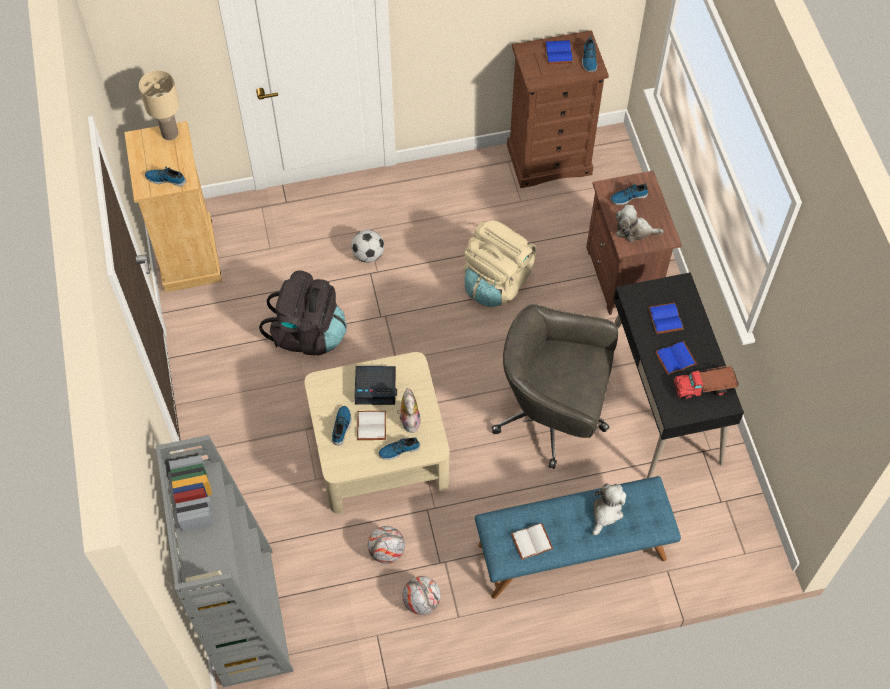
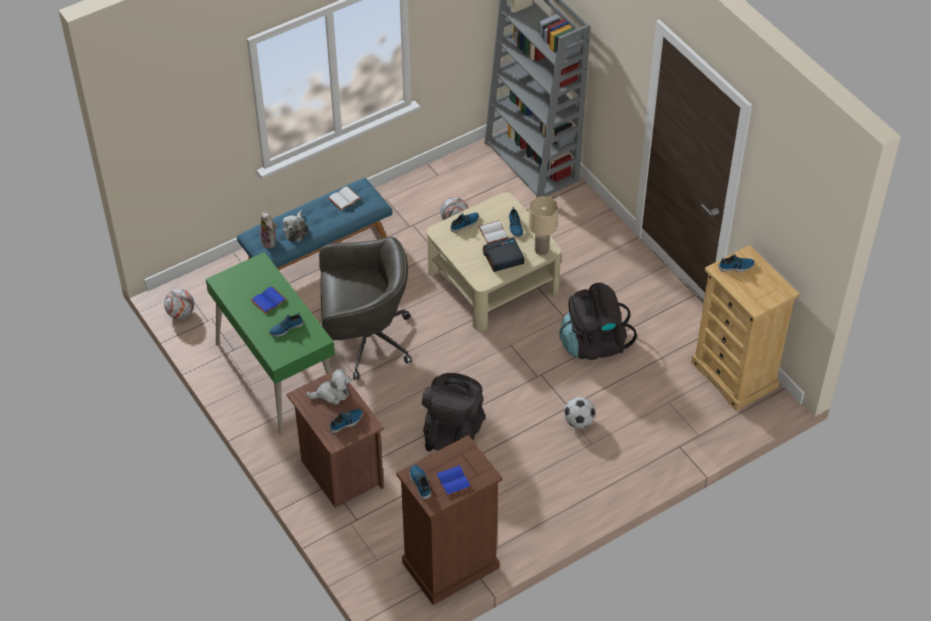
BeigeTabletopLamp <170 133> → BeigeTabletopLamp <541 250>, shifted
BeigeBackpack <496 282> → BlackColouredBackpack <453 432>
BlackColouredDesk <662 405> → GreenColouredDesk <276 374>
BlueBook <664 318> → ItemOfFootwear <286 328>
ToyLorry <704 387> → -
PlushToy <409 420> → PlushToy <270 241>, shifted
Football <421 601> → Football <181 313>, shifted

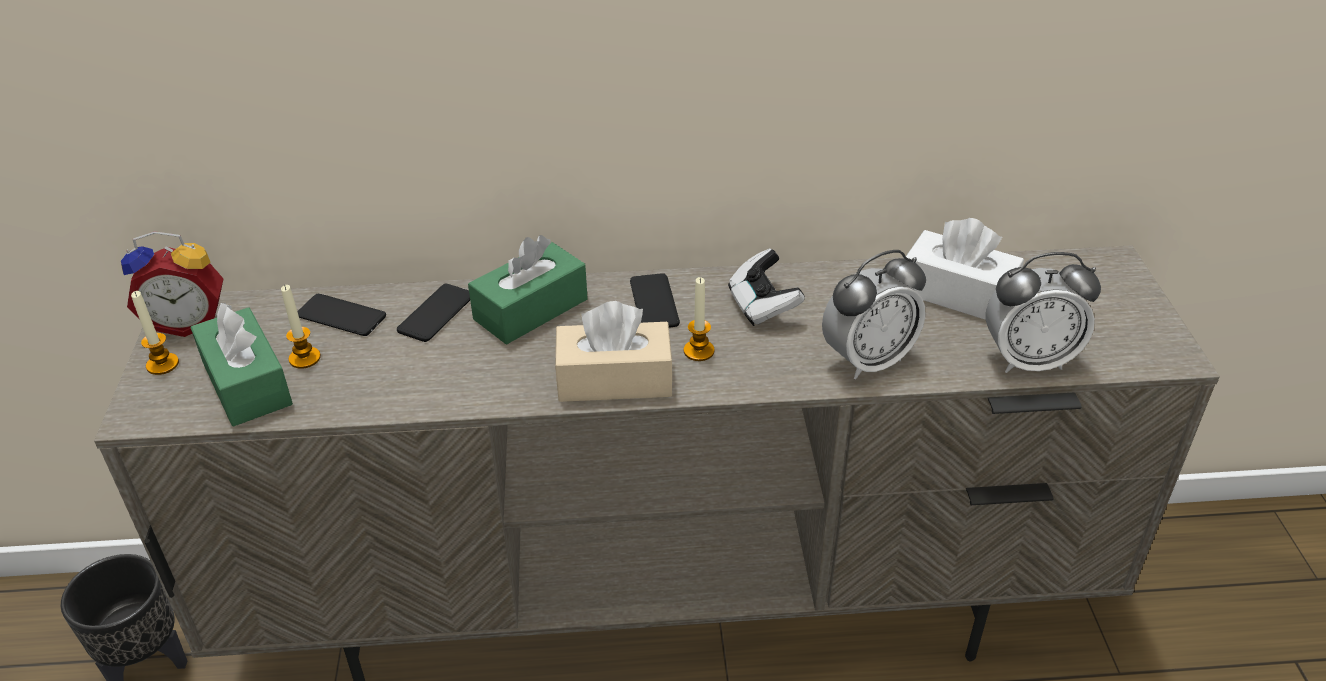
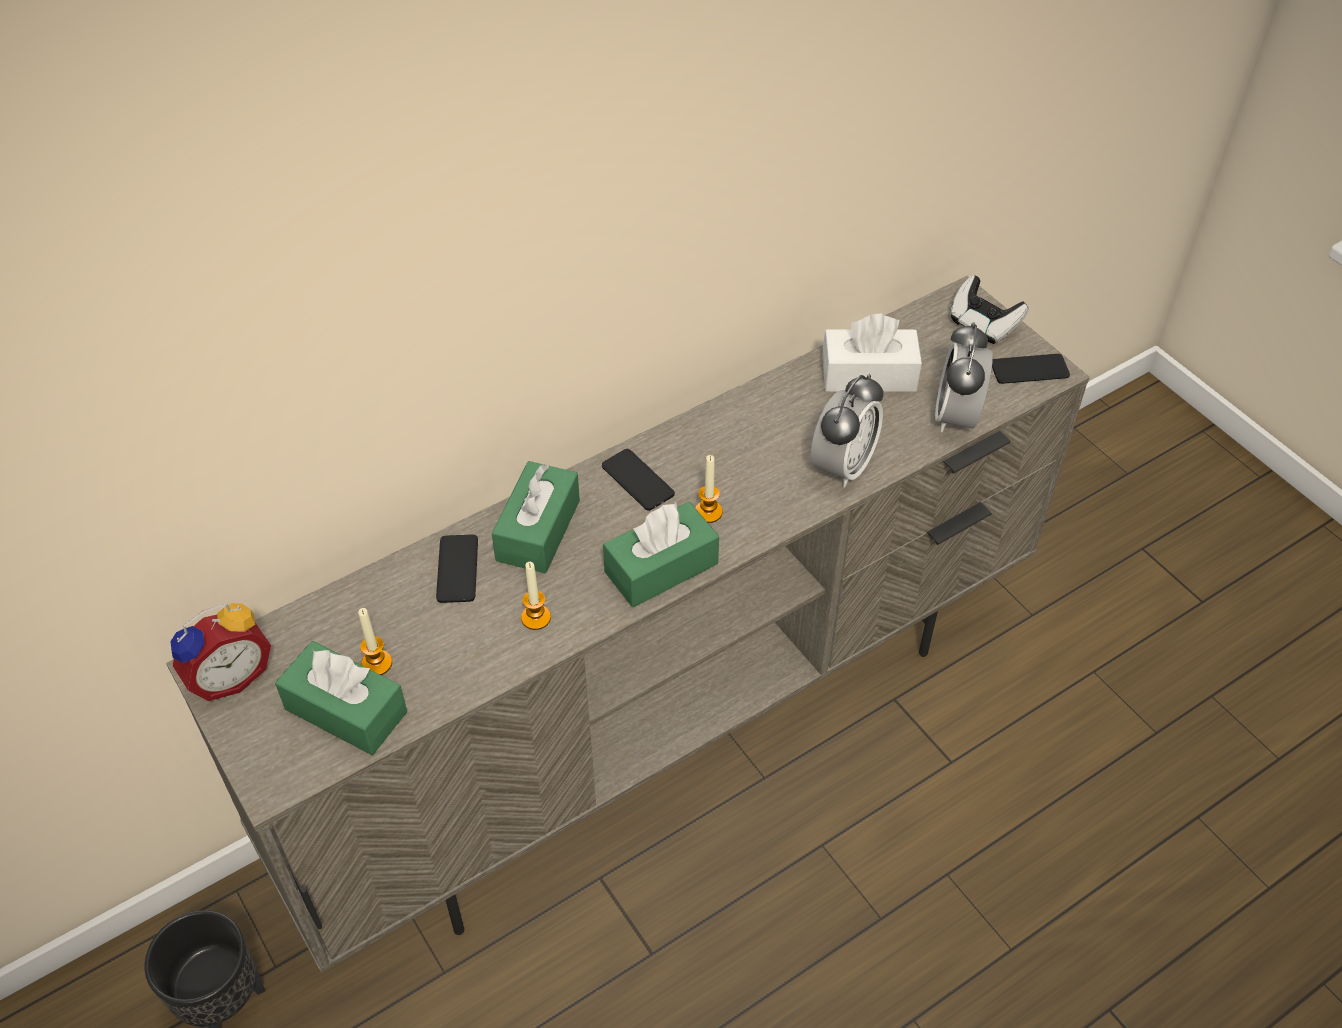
Joypad <762 306> → Joypad <983 324>, shifted
TableClock <1028 360> → TableClock <956 417>, 135 degrees clockwise
WaxCandle <162 364> → WaxCandle <536 618>, shifted
Telephone <341 316> → Telephone <1029 370>, shifted
BeigeTissueHolder <614 379> → GreenColouredTissueHolder <661 568>

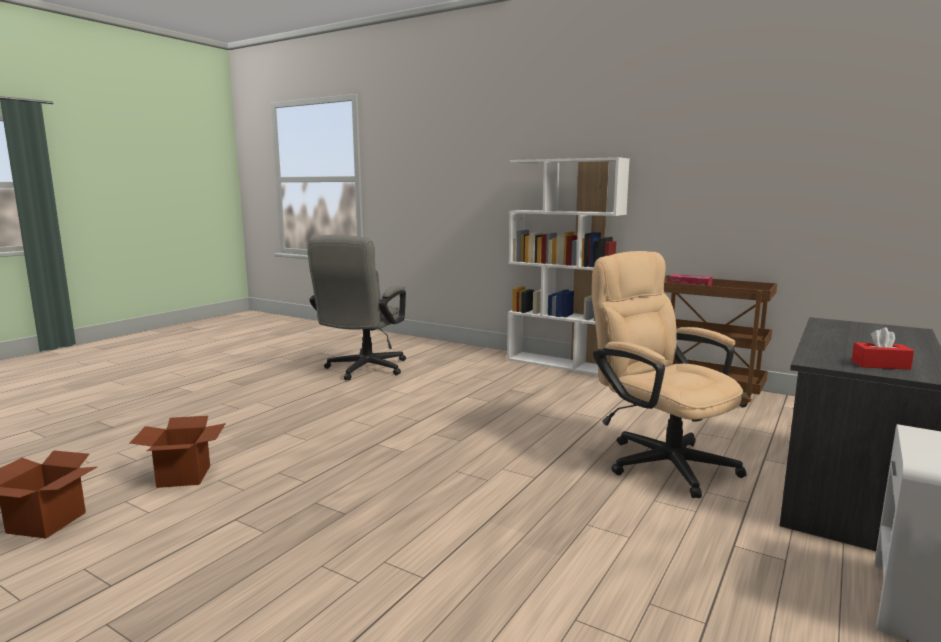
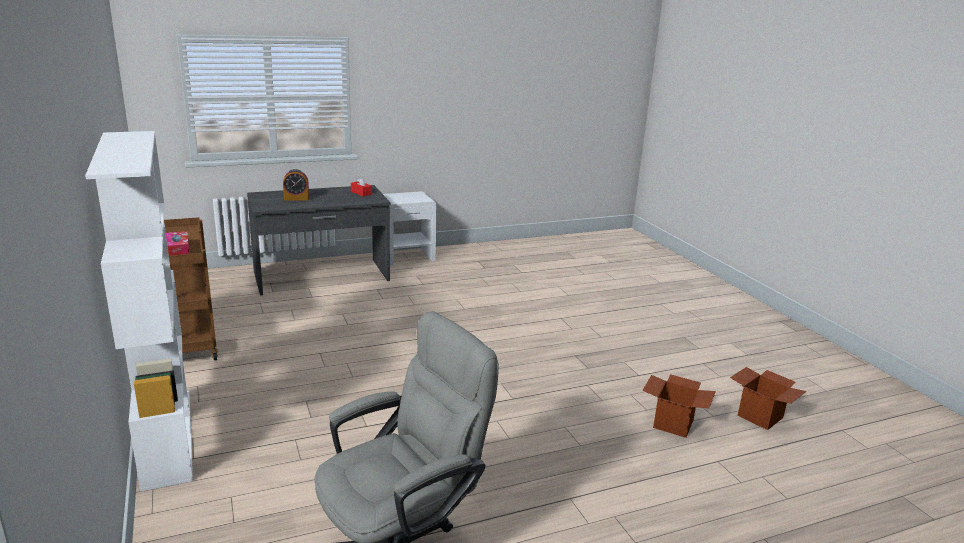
BeigeDeskChair <660 460> → -
- → TableClock <296 199>

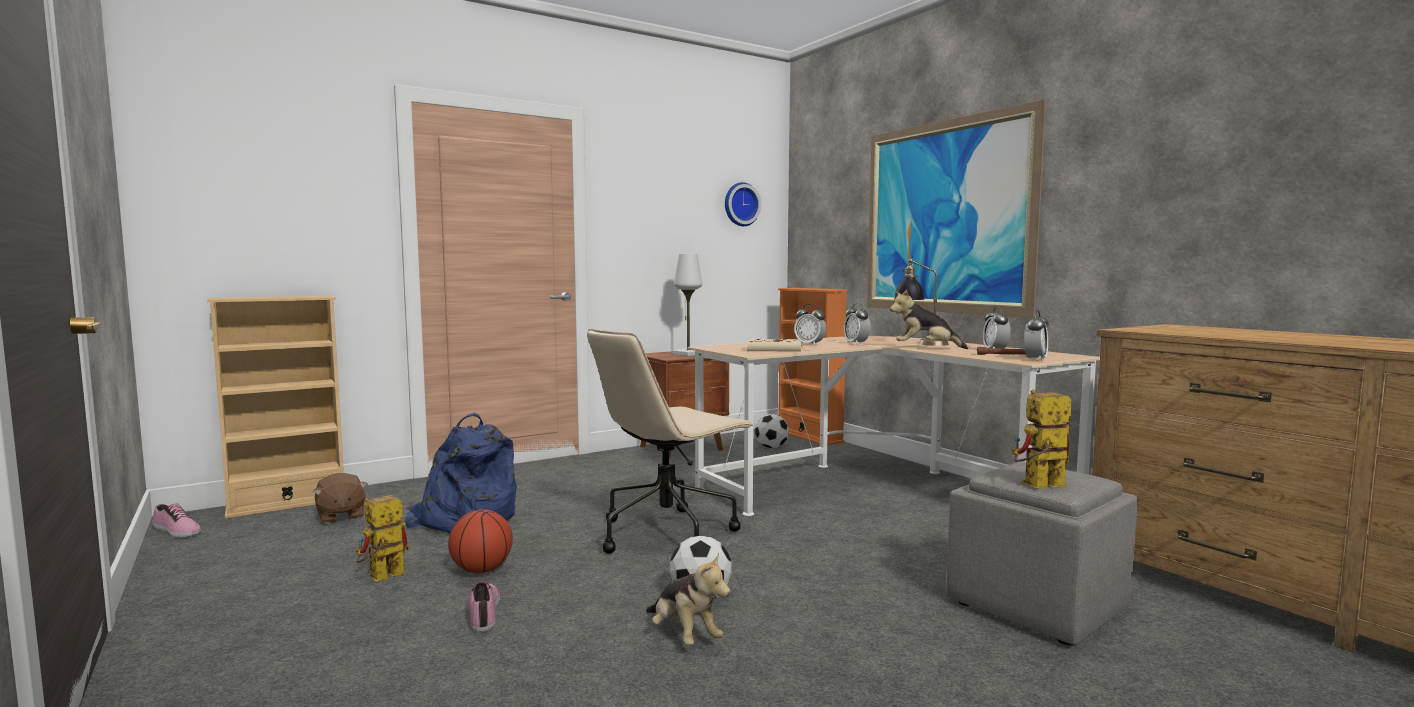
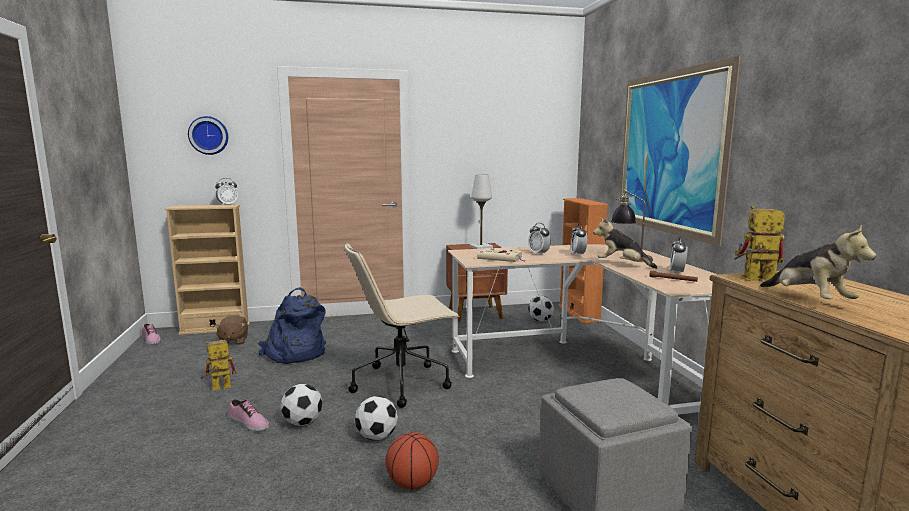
HangingClock <740 204> → HangingClock <209 135>, shifted
TableClock <1035 359> → TableClock <227 205>, shifted
RobotFigure <1038 486> → RobotFigure <752 279>, shifted
BasketballBall <482 570> → BasketballBall <412 484>, shifted
PlushToy <684 635> → PlushToy <808 300>, shifted
ItemOfFootwear <485 612> → ItemOfFootwear <248 422>, 120 degrees clockwise
- → Football <302 422>

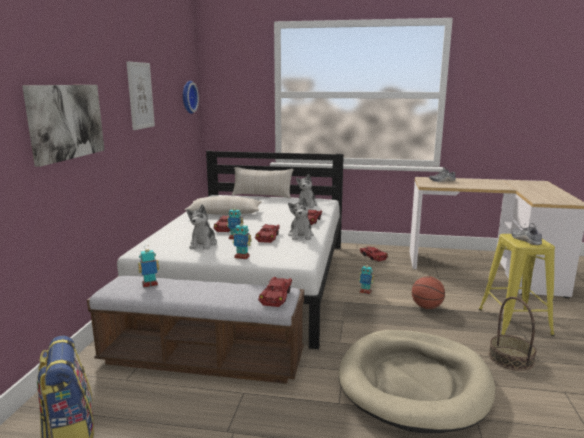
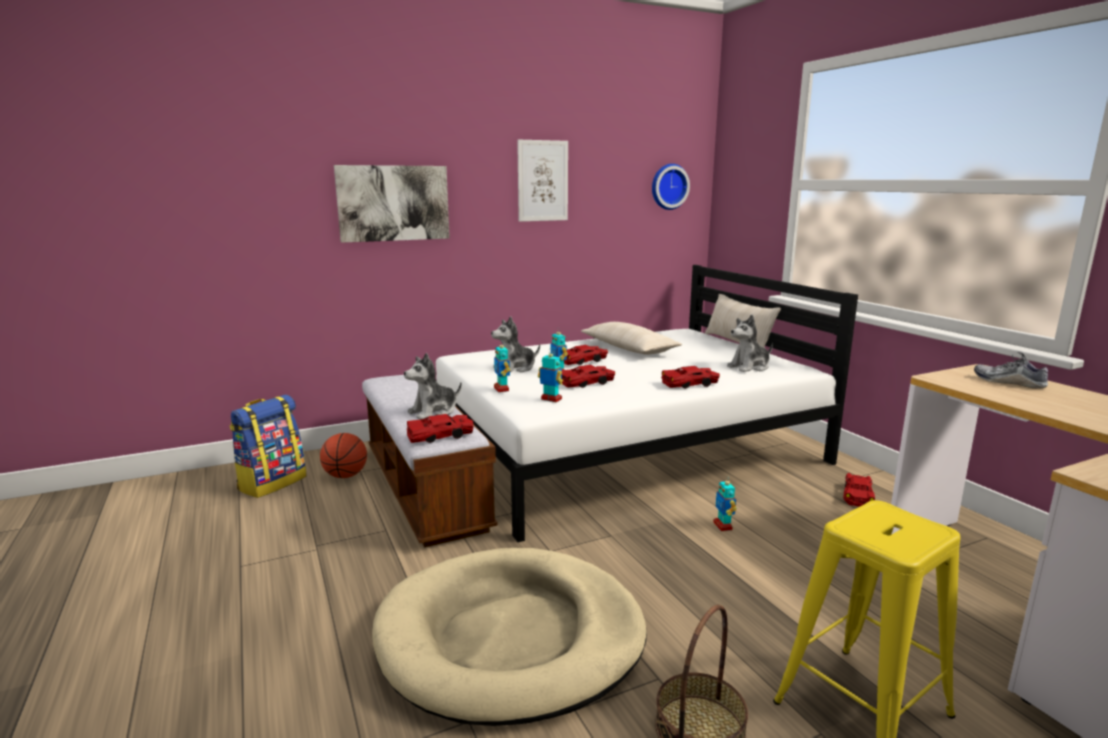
PlushToy <301 235> → PlushToy <434 411>, shifted
ItemOfFootwear <525 240> → -
RobotFigure <150 285> → RobotFigure <551 399>, shifted
BasketballBall <426 307> → BasketballBall <345 476>, shifted

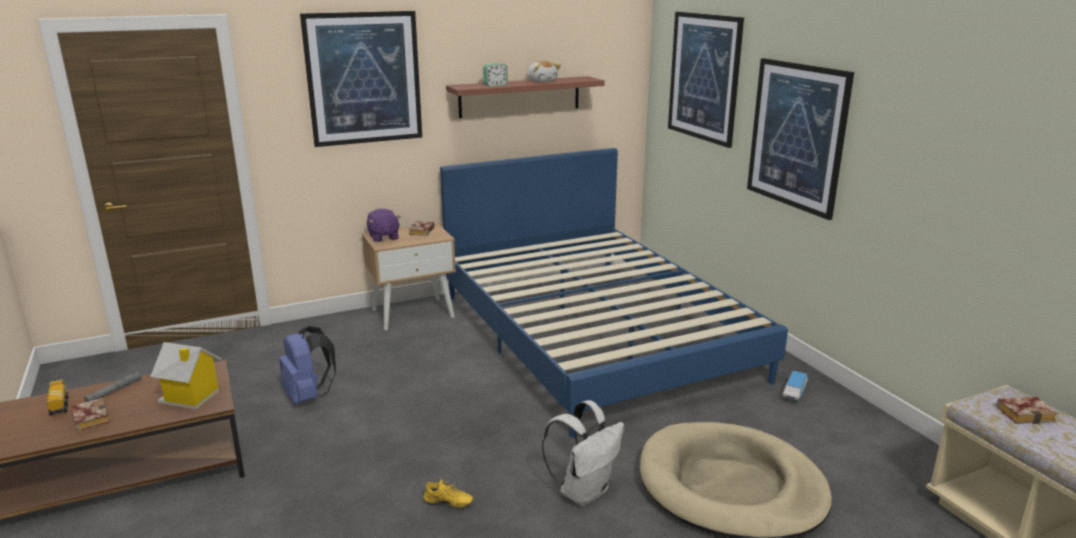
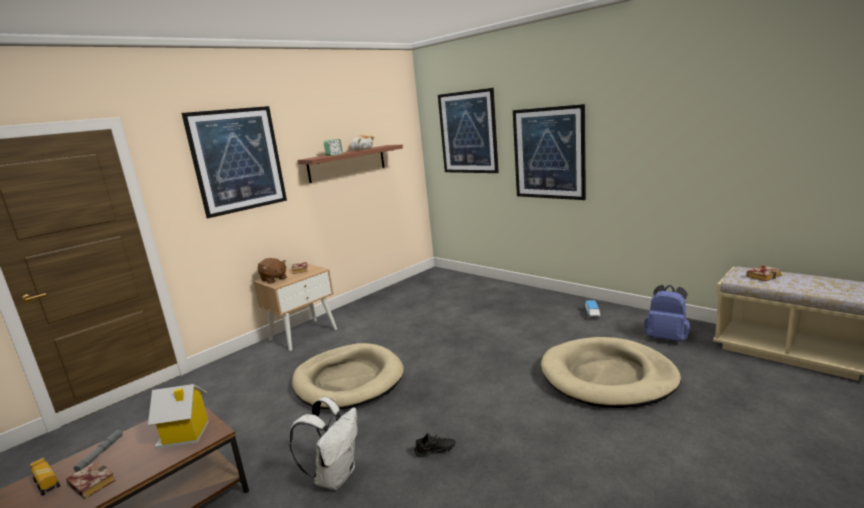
BlueSleepingBed <594 334> → -
PurplishPlushToy <383 237> → BrownPlushToy <274 279>
BlueBackpack <308 396> → BlueBackpack <667 338>, shifted
WhiteBackpack <584 491> → WhiteBackpack <335 476>, shifted
YellowColouredItemOfFootwear <448 504> → BlackColouredItemOfFootwear <435 452>
- → BeigePetBed <348 380>

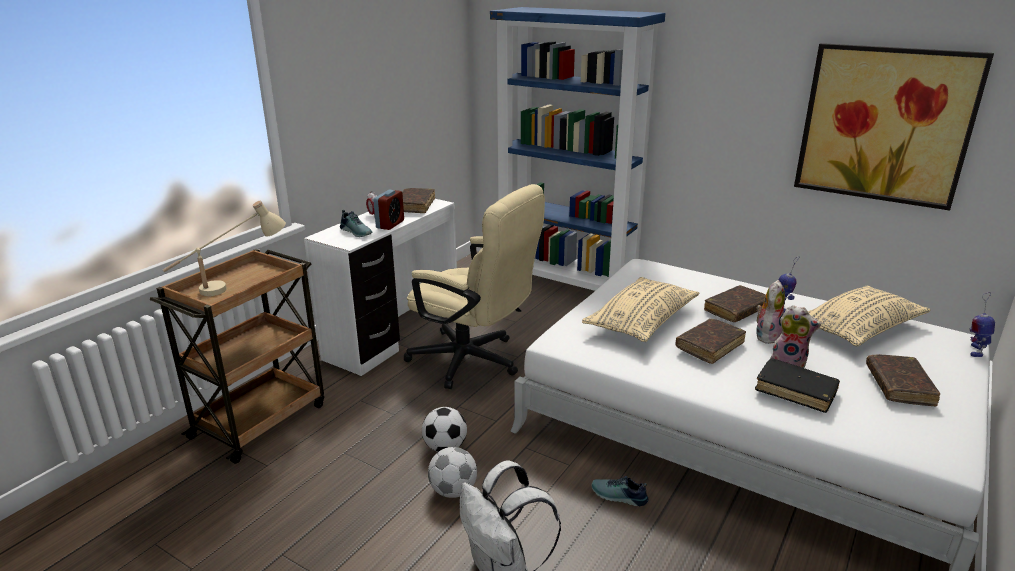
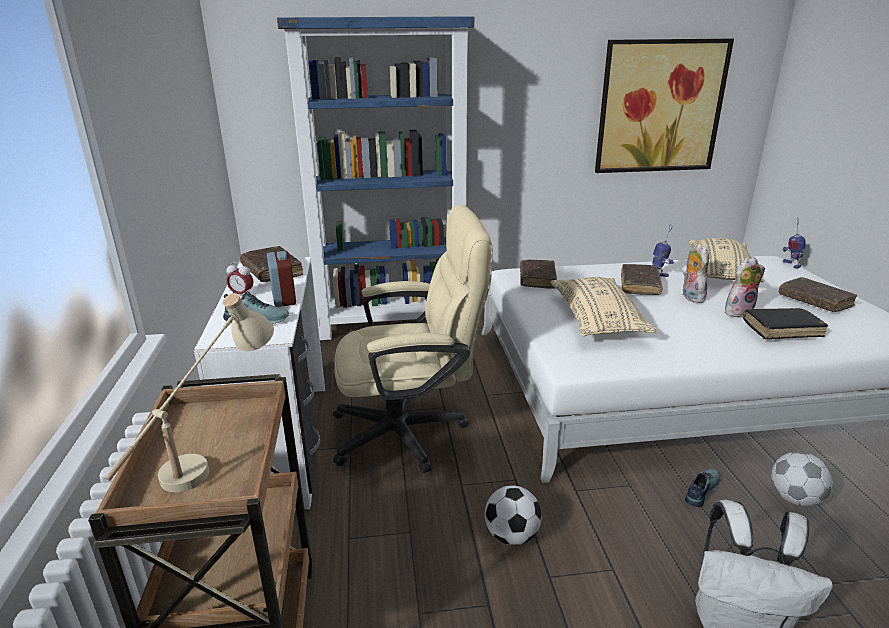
BrownBook <709 346> → BrownBook <537 279>, shifted
Football <453 491> → Football <795 499>, shifted
ItemOfFootwear <618 497> → ItemOfFootwear <700 490>, 150 degrees clockwise

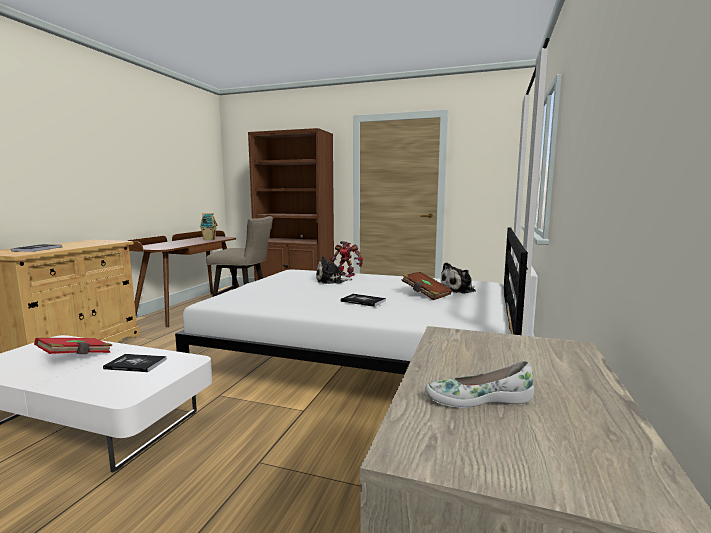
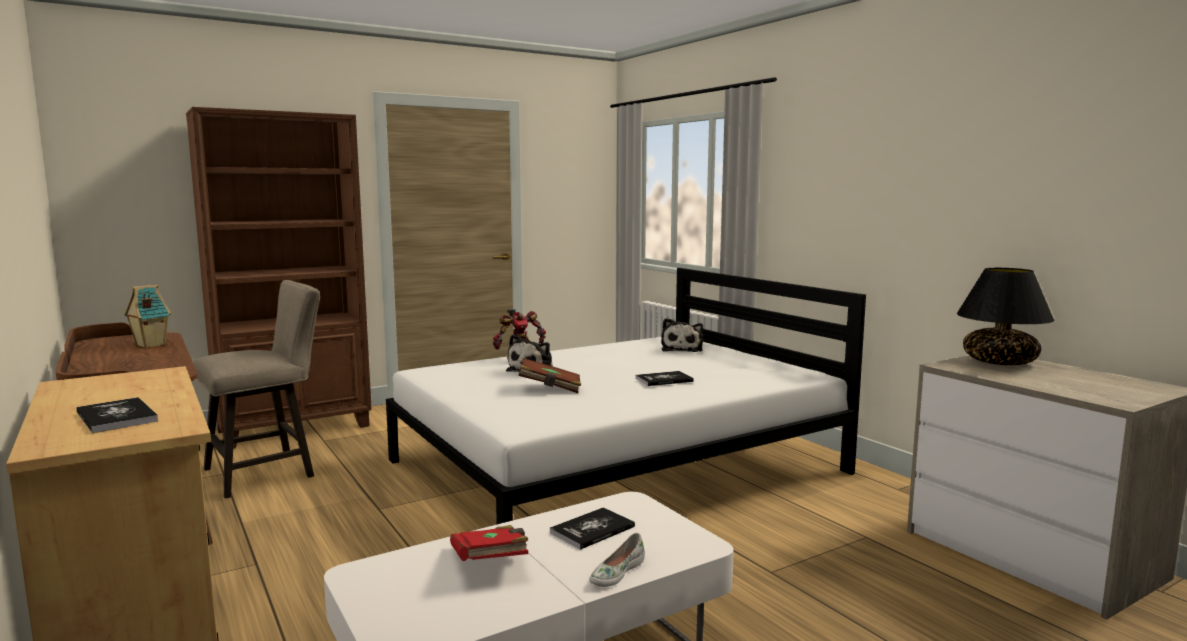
BrownBook <425 294> → BrownBook <550 388>, shifted
WhiteItemOfFootwear <478 398> → WhiteItemOfFootwear <616 572>, shifted
- → BlackColouredTabletopLamp <1000 362>

